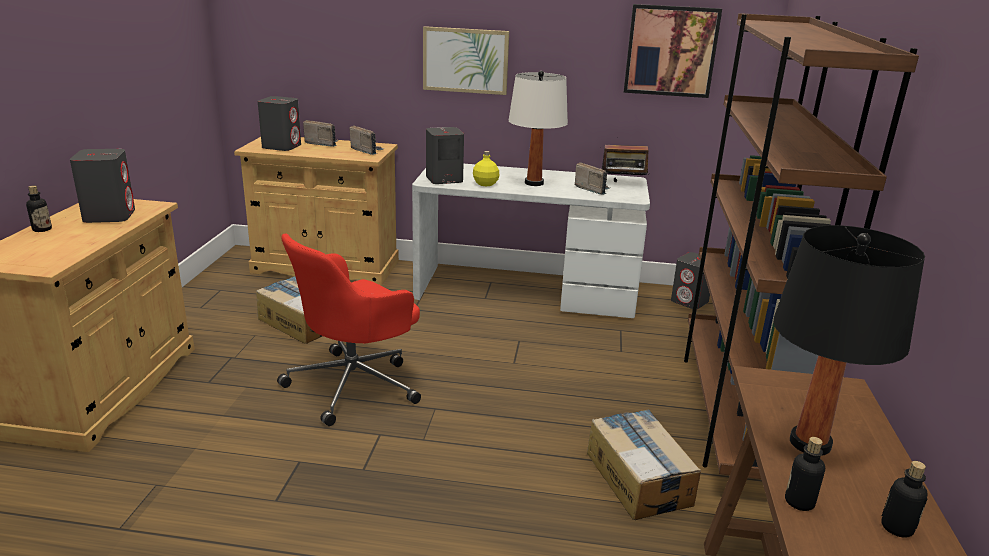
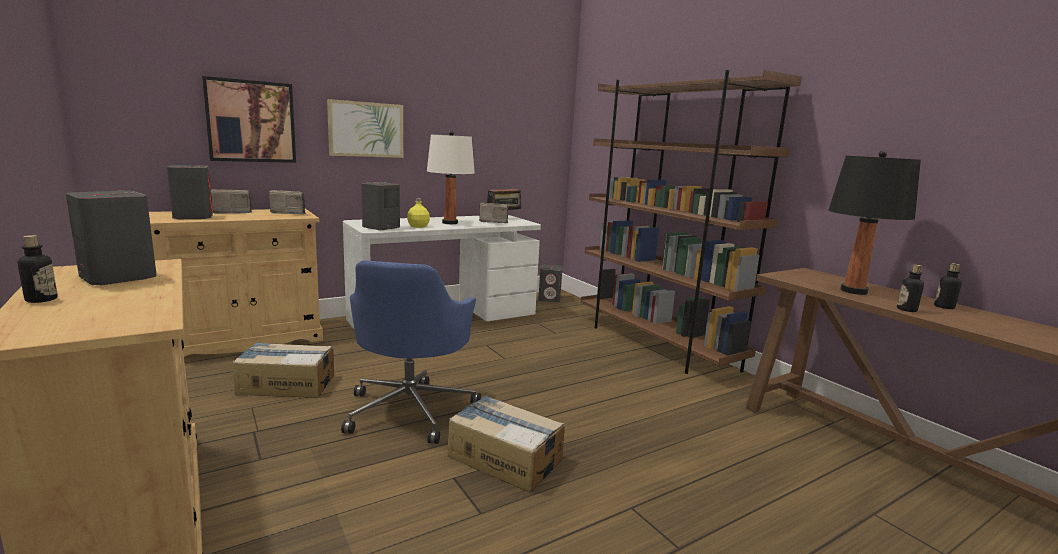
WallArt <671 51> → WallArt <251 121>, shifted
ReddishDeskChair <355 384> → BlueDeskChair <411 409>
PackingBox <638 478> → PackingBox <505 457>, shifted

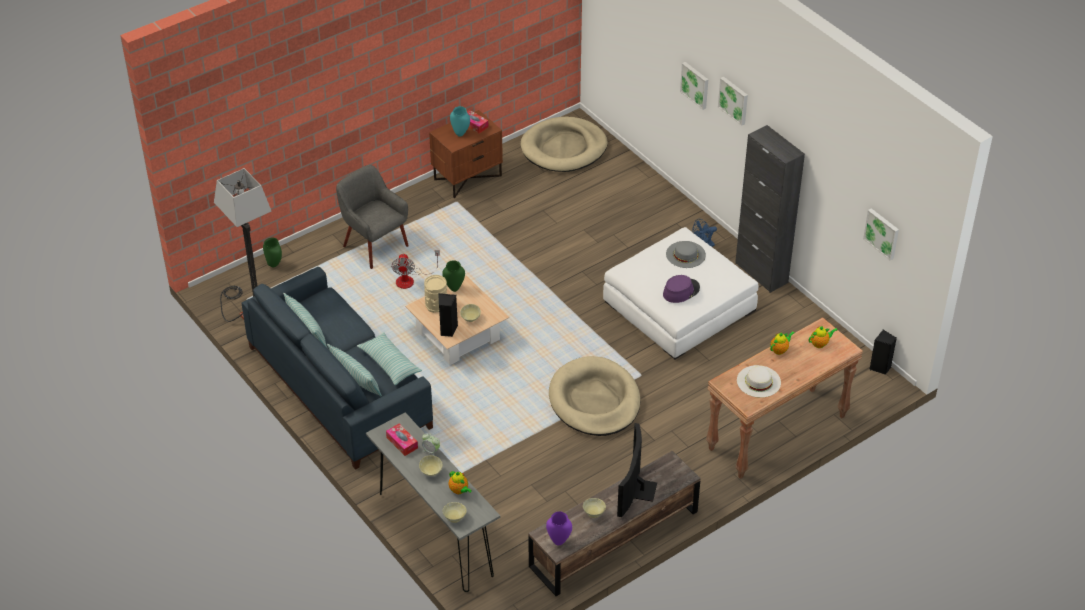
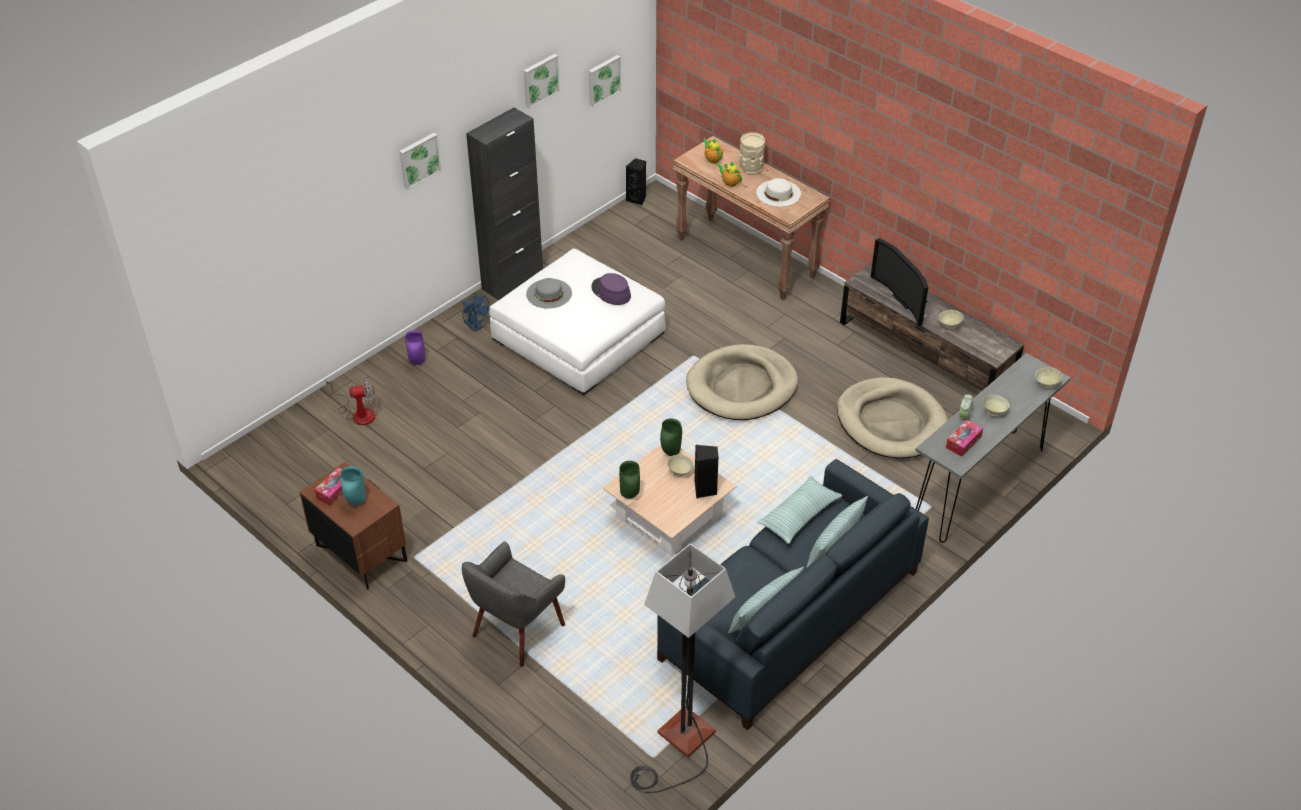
WallArt <695 85> → WallArt <540 80>, shifted
BeigePetBed <564 148> → BeigePetBed <891 422>, shifted
GreenColouredFlowerVase <274 265> → GreenColouredFlowerVase <671 453>, shifted
CoolingFan <410 279> → CoolingFan <358 413>, shifted
BeigeFlowerVase <437 305> → BeigeFlowerVase <751 168>, shifted
Television <638 489> → Television <905 299>, 60 degrees clockwise
PotForTea <459 490> → -
PurplishFlowerVase <559 541> → PurplishFlowerVase <417 362>, shifted

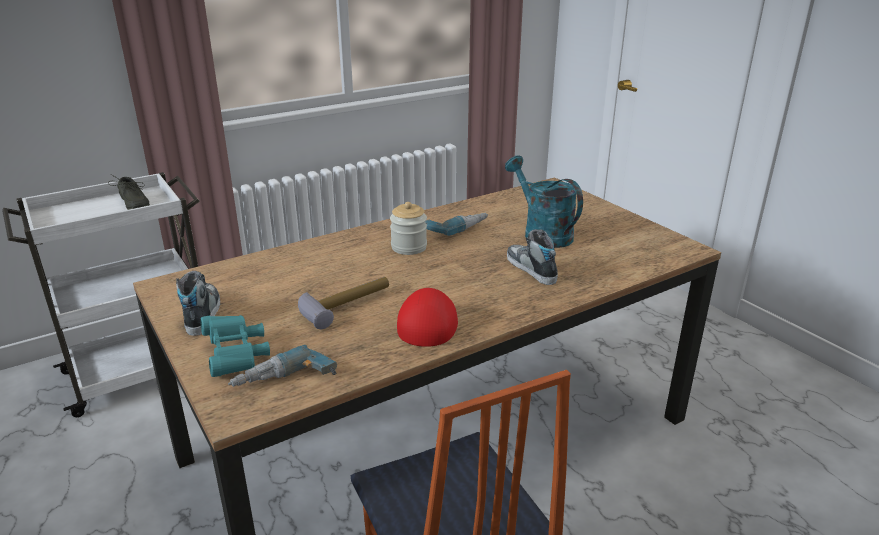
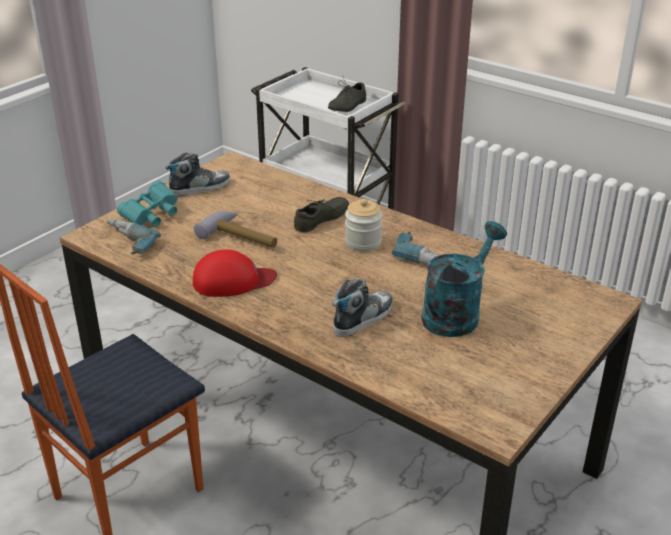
- → GrayItemOfFootwear <323 220>

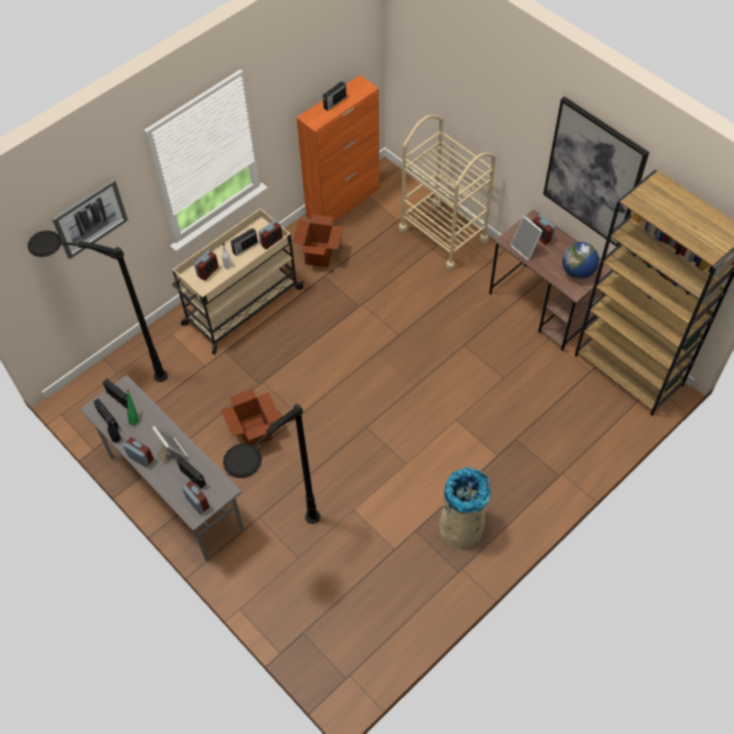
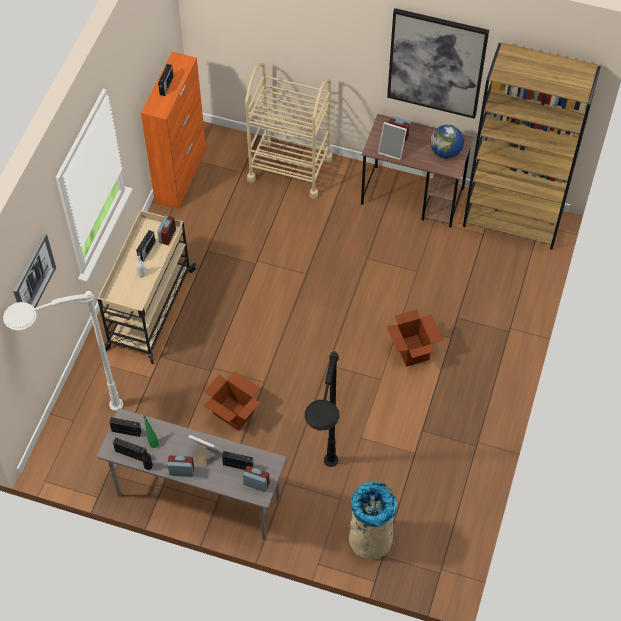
PackingBox <319 254> → PackingBox <412 351>, shifted
BlackColouredStandingLamp <118 374> → WhiteStandingLamp <74 421>
TableClock <208 272> → -
BeigeTrashCan <461 526> → BeigeTrashCan <370 538>, shifted

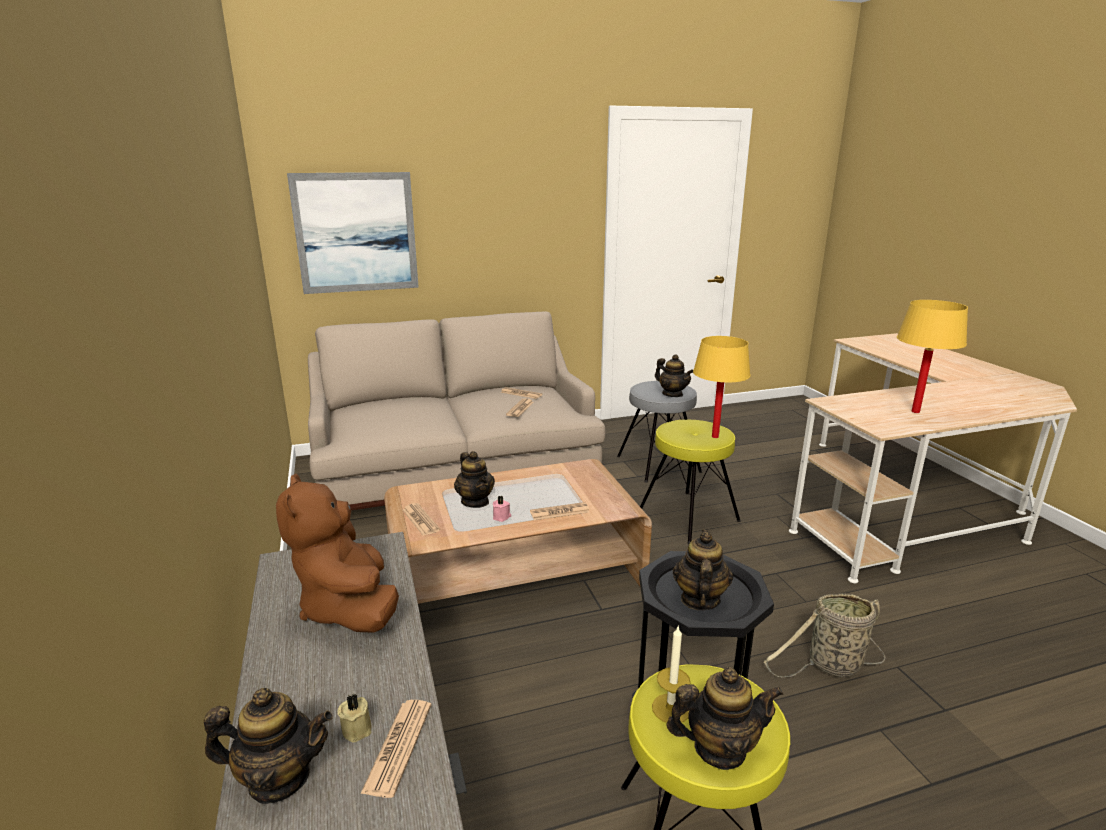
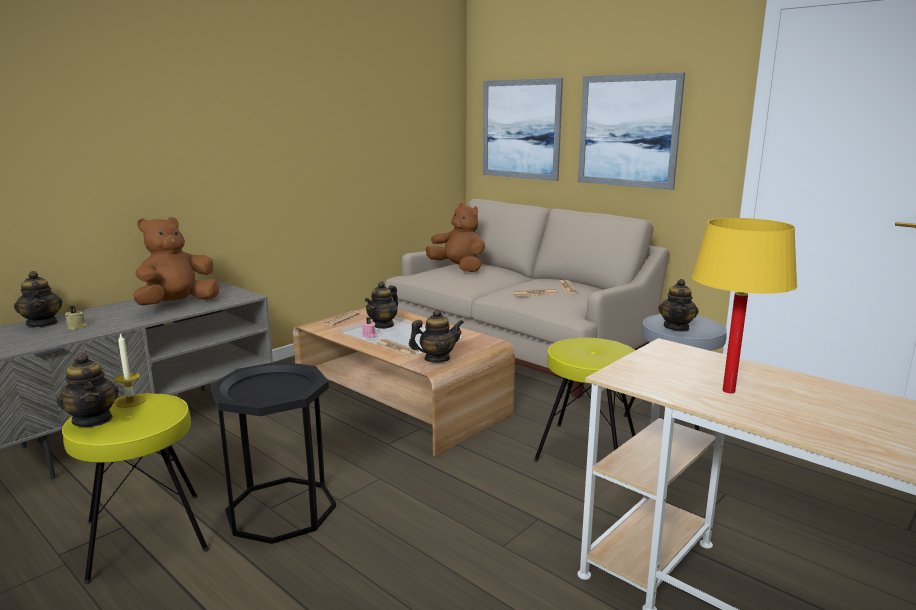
YellowColouredTabletopLamp <715 436> → -
PotForTea <699 599> → PotForTea <437 359>, shifted
HouseholdBasket <831 666> → -
DailyPaper <398 747> → -
- → WallArt <628 131>
- → BrownPlushToy <458 268>

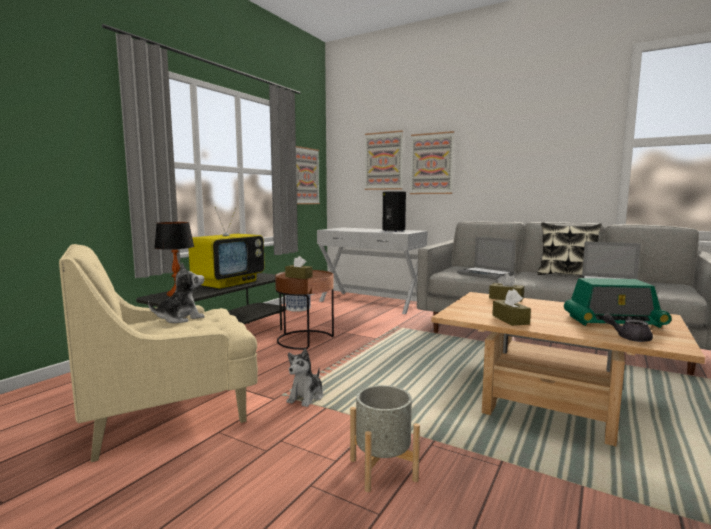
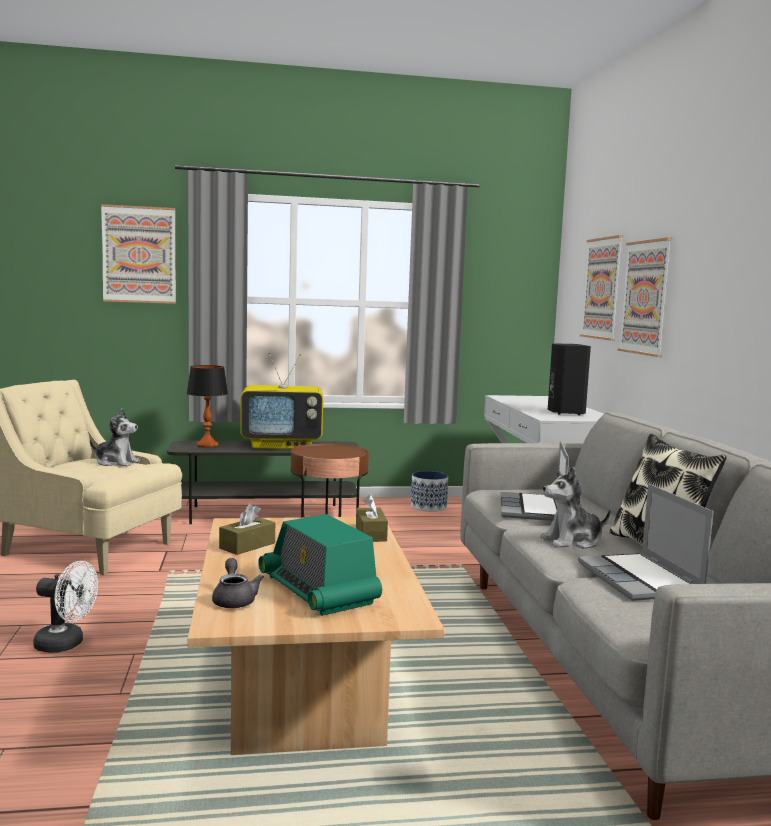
WallArt <305 176> → WallArt <139 255>, shifted
BrownTissueHolder <298 277> → -
PlushToy <306 397> → PlushToy <572 541>, shifted
GrayPlanter <383 470> → WhiteCoolingFan <66 644>

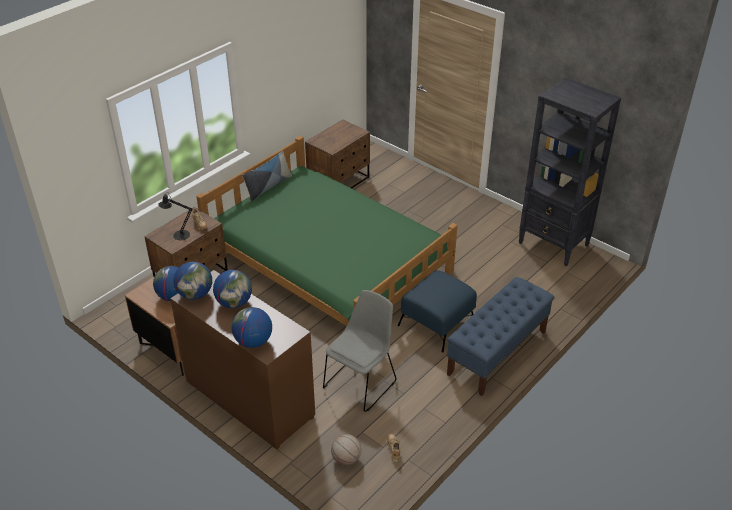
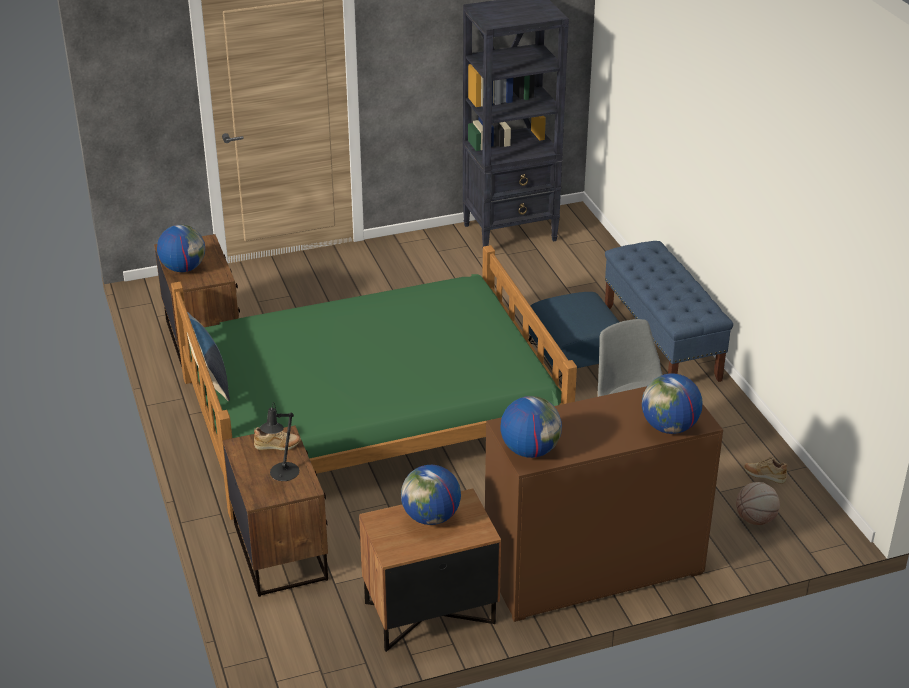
DeskGlobe <234 303> → DeskGlobe <183 268>, shifted

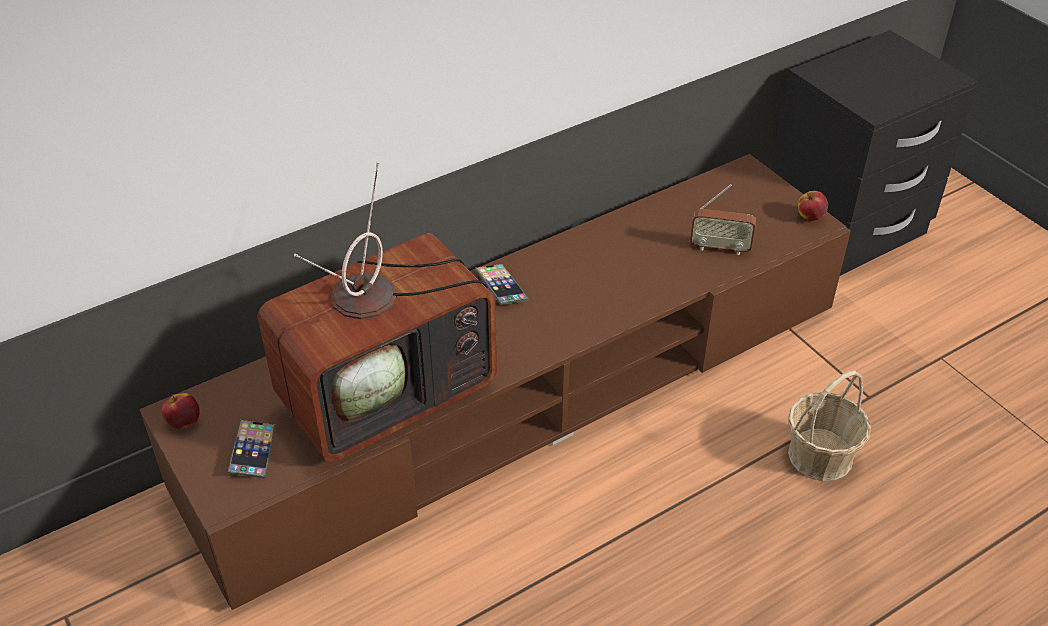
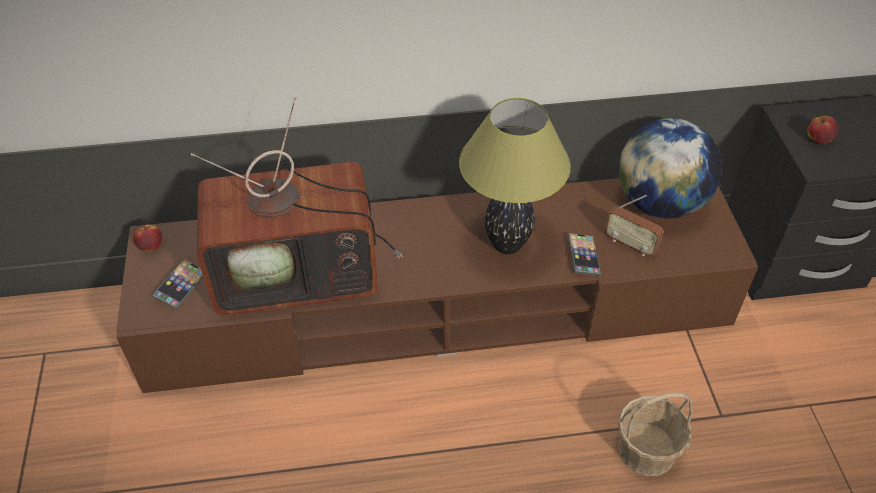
Apple <810 217> → Apple <818 140>, shifted
Telephone <501 287> → Telephone <583 257>, shifted
- → TabletopLamp <507 244>
- → DeskGlobe <660 203>

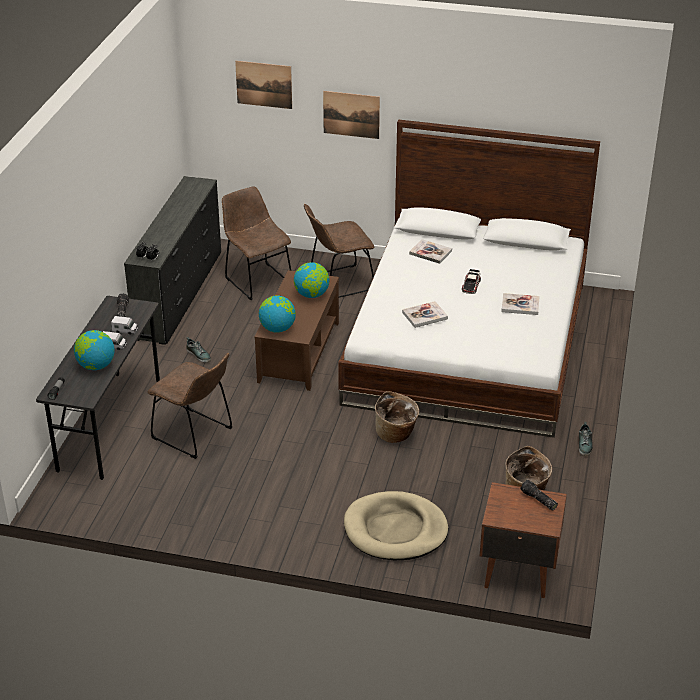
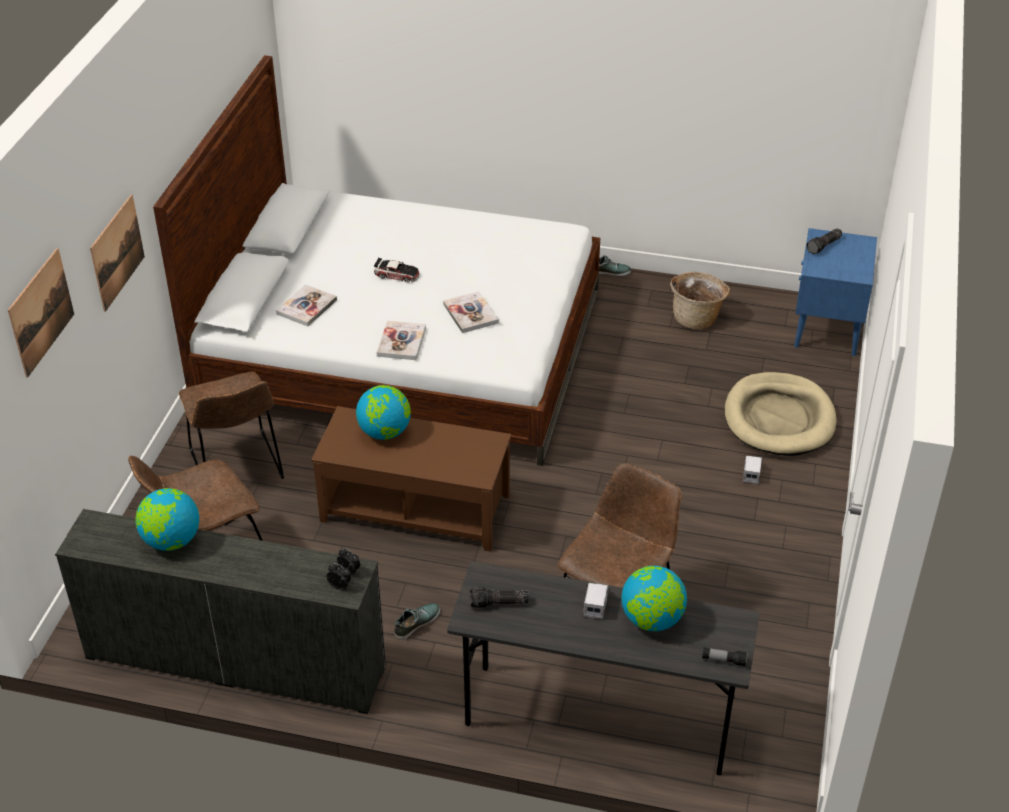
Book <520 305> → Book <401 342>, shifted
DeskGlobe <277 328> → DeskGlobe <171 541>, shifted
ToyLorry <125 330> → ToyLorry <751 473>, shifted
HouseholdBasket <396 434> → -
BrownNightTable <517 572> → BlueNightTable <826 332>

